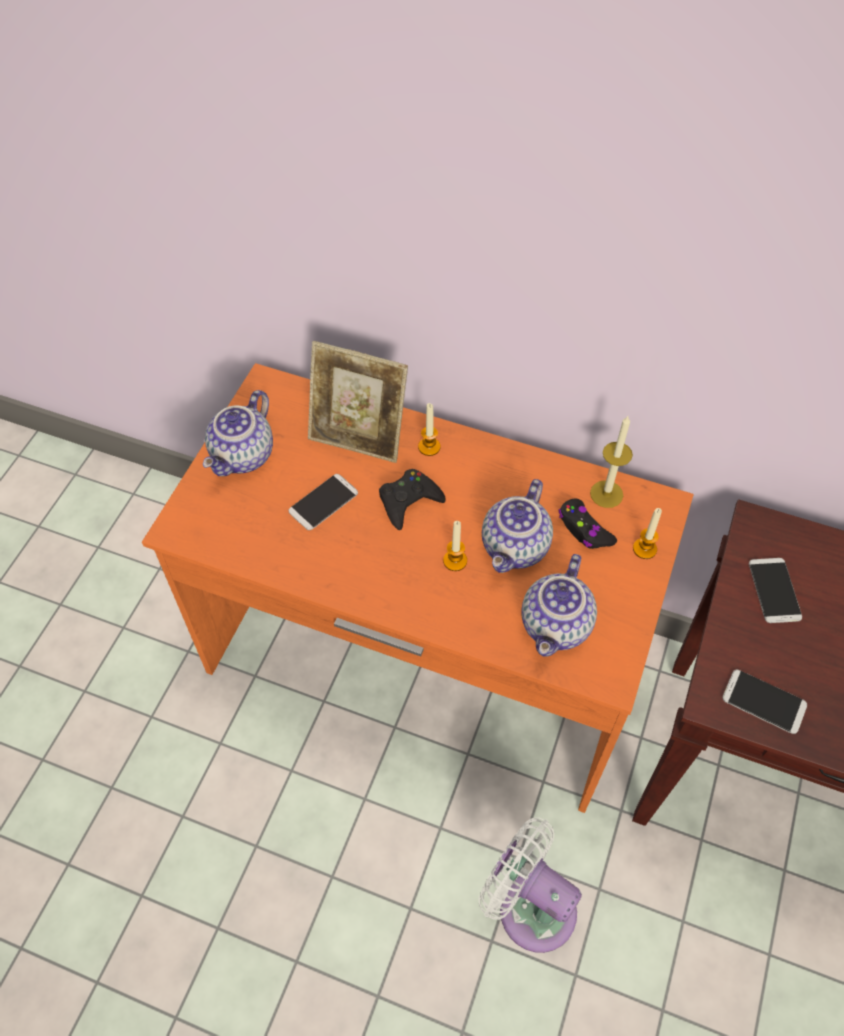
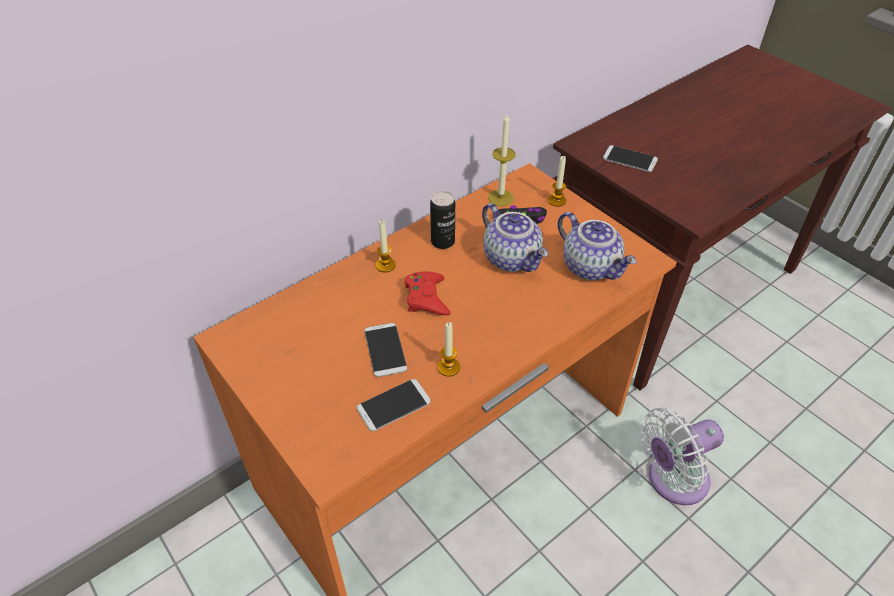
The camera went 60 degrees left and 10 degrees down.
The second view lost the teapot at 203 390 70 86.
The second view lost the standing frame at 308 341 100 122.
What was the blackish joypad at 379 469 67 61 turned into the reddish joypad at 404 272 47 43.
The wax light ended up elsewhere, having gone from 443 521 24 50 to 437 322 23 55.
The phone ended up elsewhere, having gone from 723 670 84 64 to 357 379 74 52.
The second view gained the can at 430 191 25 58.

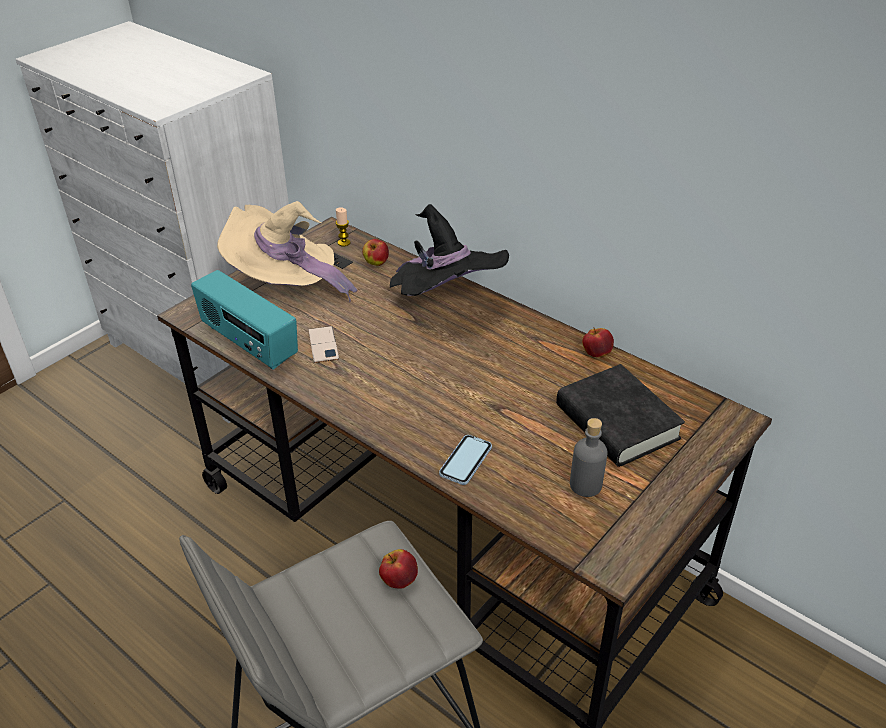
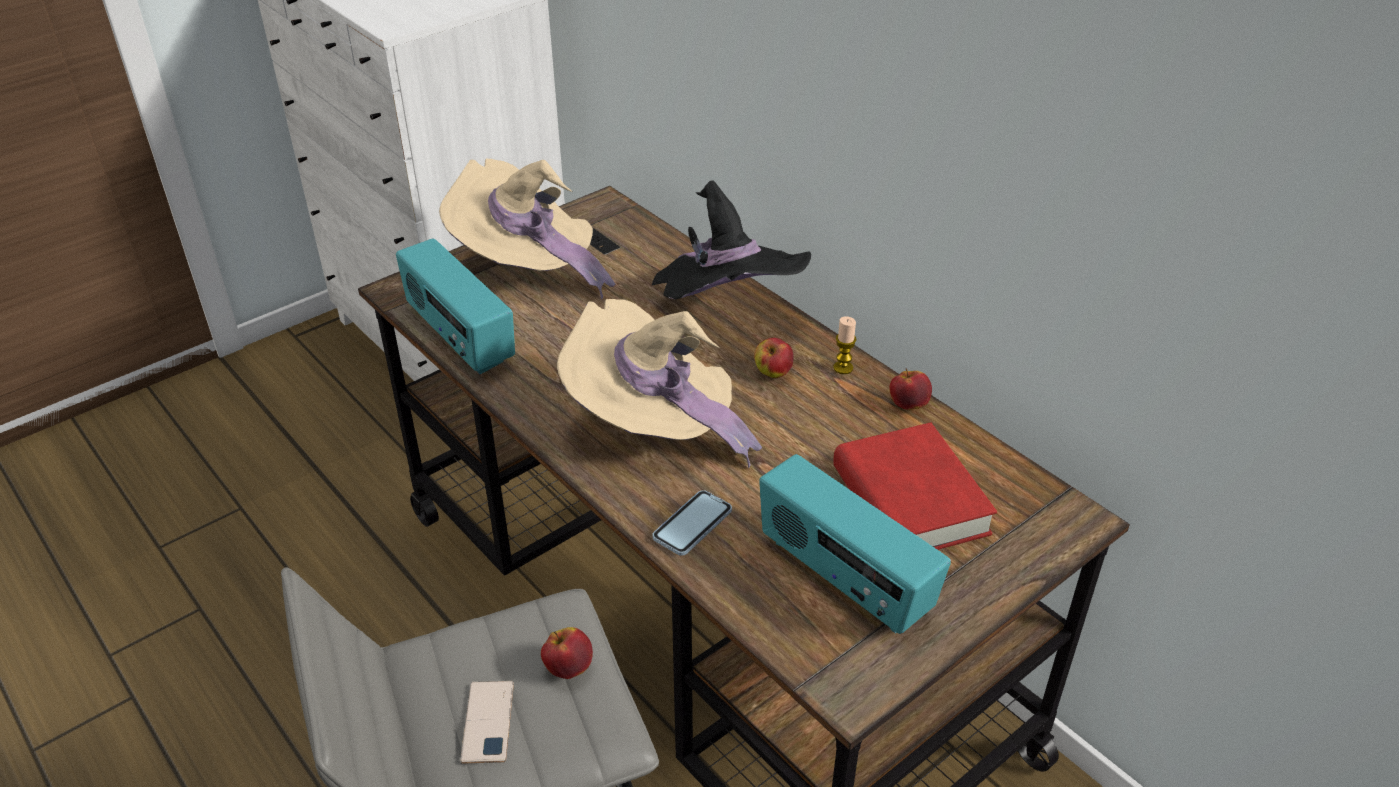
The camera went 10 degrees right and 0 degrees up.
The phone ended up elsewhere, having gone from 308 326 31 37 to 460 681 54 83.
The wax light ended up elsewhere, having gone from 336 207 15 39 to 833 316 23 58.
The apple fruit ended up elsewhere, having gone from 362 239 27 27 to 754 338 40 40.
What was the blackish book at 556 364 129 103 turned into the reddish book at 833 422 164 128.
Where the gray drink bottle stood at 570 418 38 79, the radio came to stand at 759 454 192 180.
The second view gained the beige-coloured hat at 557 299 205 170.

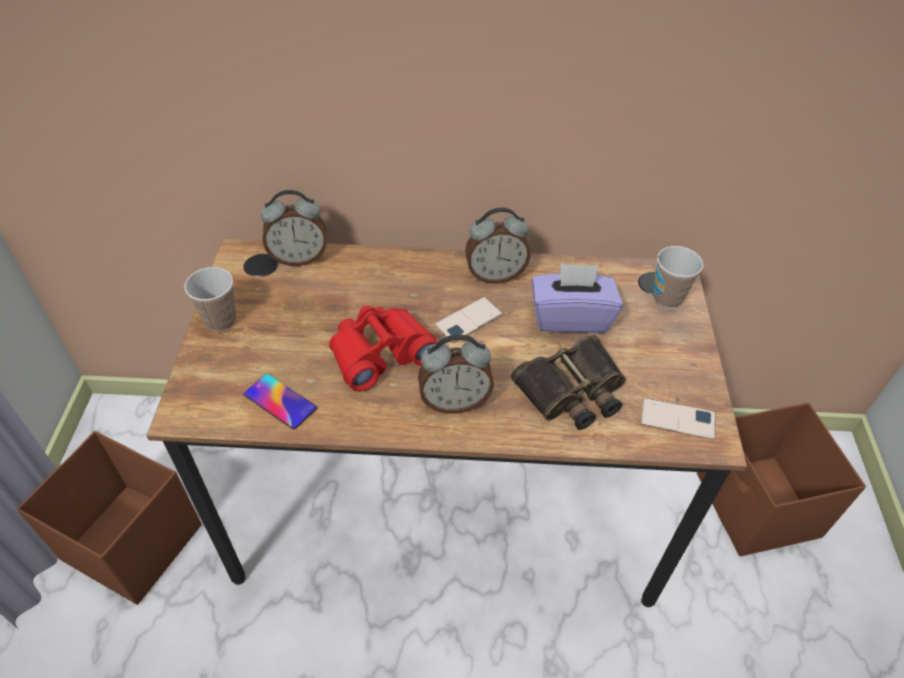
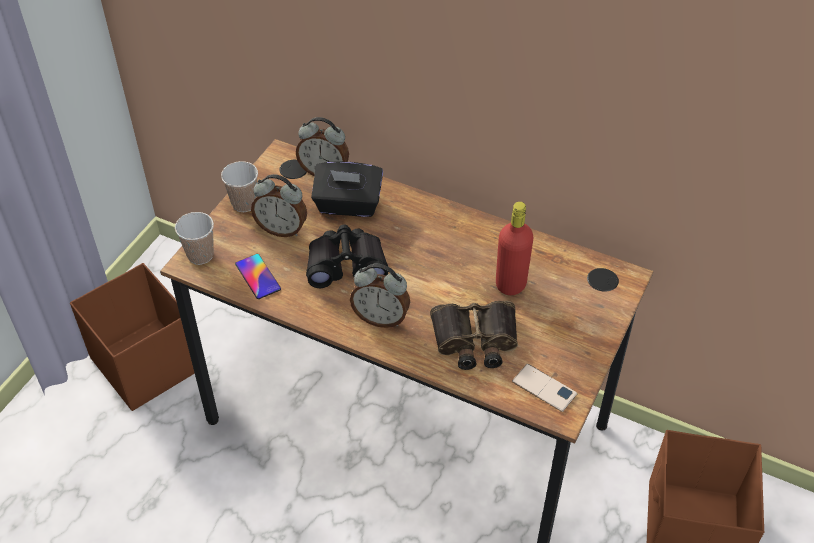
The camera went 25 degrees right and 0 degrees up.
What was the reddish pair of binoculars at 329 305 109 87 turned into the blackish pair of binoculars at 306 224 82 64.
The second view lost the phone at 434 297 69 46.
The table clock ended up elsewhere, having gone from 465 207 66 77 to 251 174 56 63.
Where the purple-coloured tissue box stood at 532 263 91 70, the reddish drink bottle came to stand at 496 202 38 93.
The drinking cup ended up elsewhere, having gone from 653 246 50 62 to 175 212 39 53.
The second view gained the blackish tissue box at 311 162 72 55.

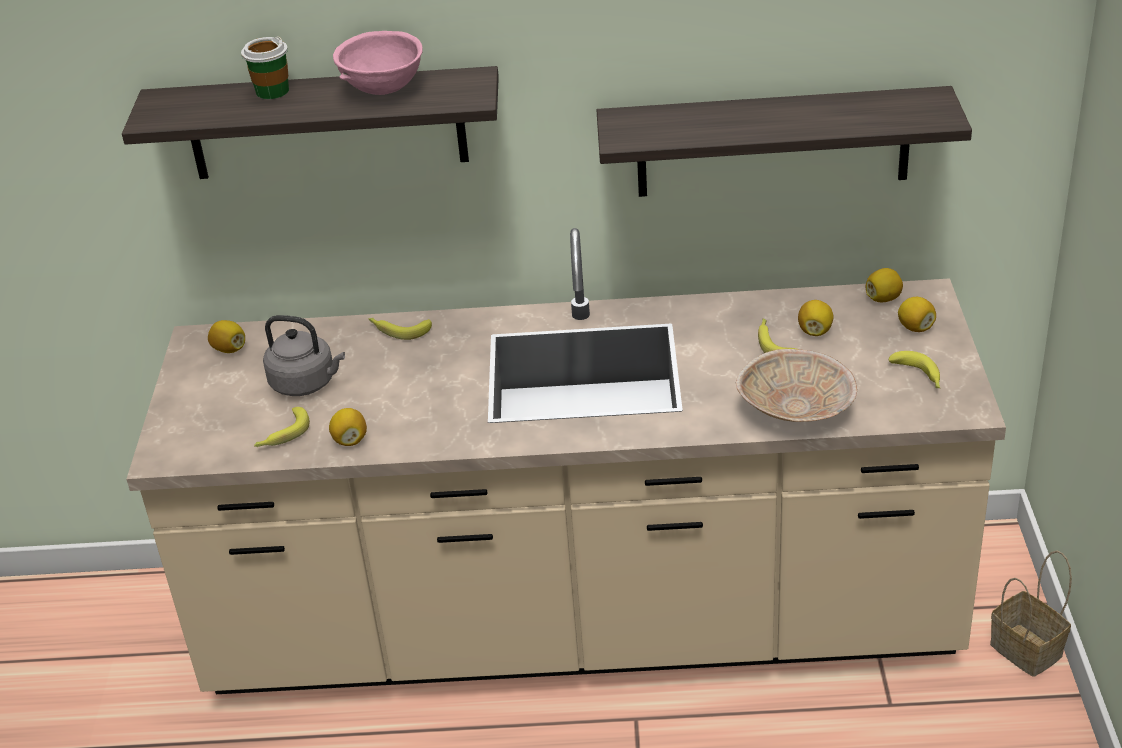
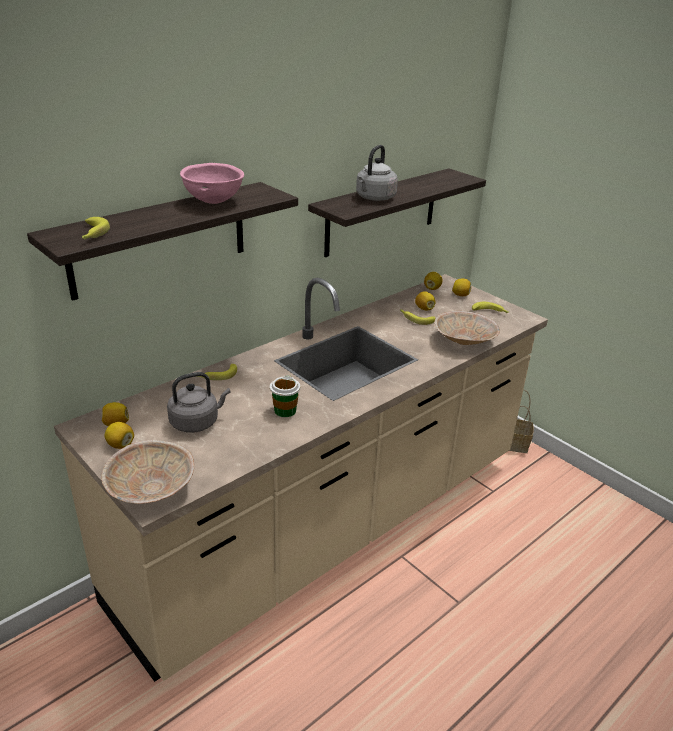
The camera went 45 degrees left and 5 degrees down.
The drinking cup ended up elsewhere, having gone from 241 36 48 63 to 270 375 30 42.
The whole banana ended up elsewhere, having gone from 254 407 56 40 to 82 217 28 22.
The whole lemon ended up elsewhere, having gone from 329 408 38 38 to 104 422 30 27.
The second view gained the beige-coloured bowl at 101 440 93 64.
The second view gained the gray tea kettle at 356 145 42 56.

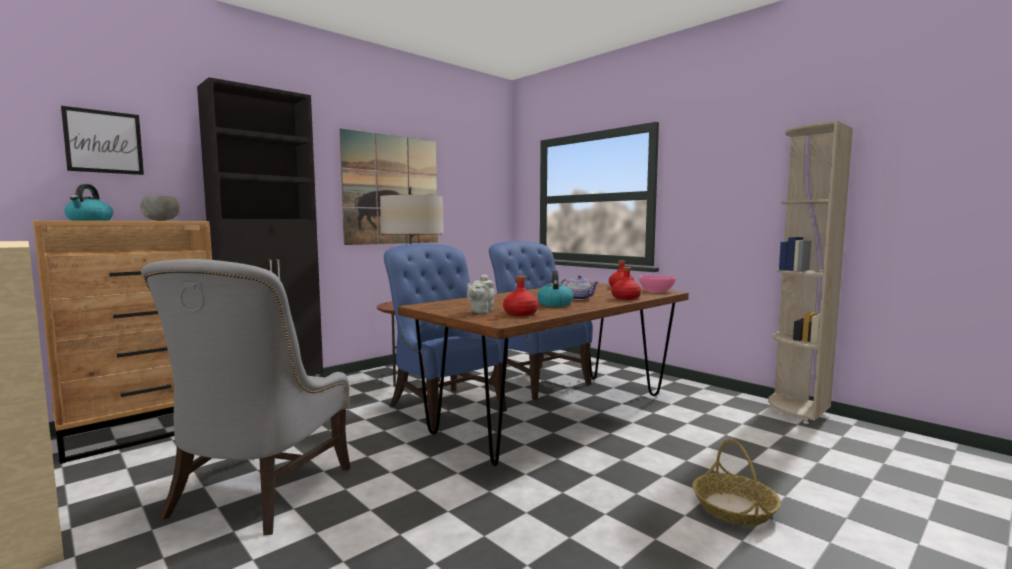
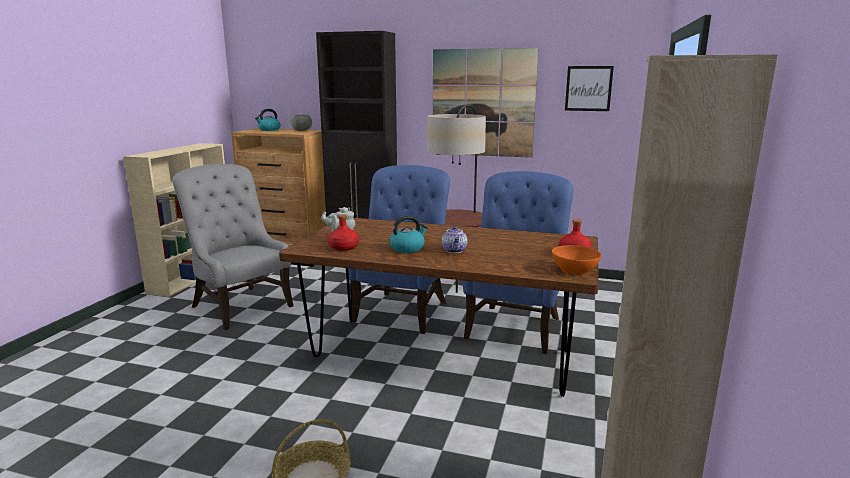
The camera went 60 degrees right and 10 degrees up.
The picture ended up elsewhere, having gone from 61 106 83 69 to 565 66 49 45.
The gray upright chair at 141 259 210 277 ended up facing another way, 60 degrees clockwise from before.
The second view lost the reddish drink bottle at 611 267 30 33.
What was the pinkish bowl at 639 275 37 17 turned into the orange bowl at 552 245 49 30.

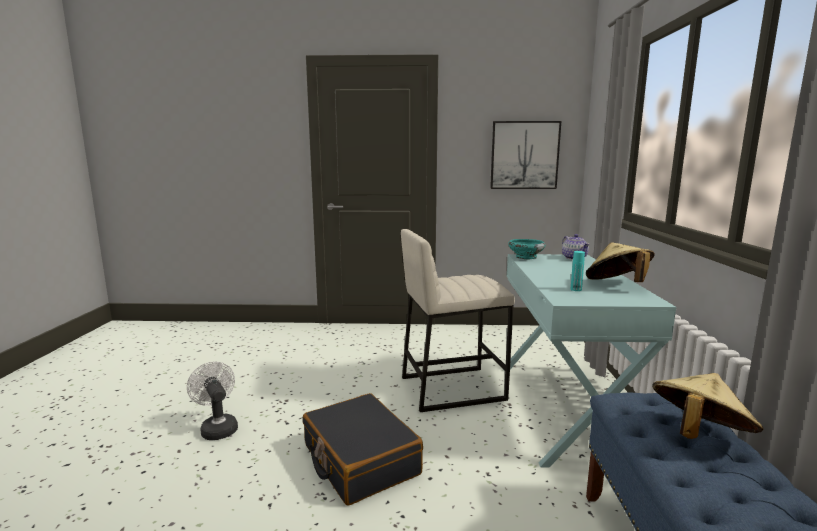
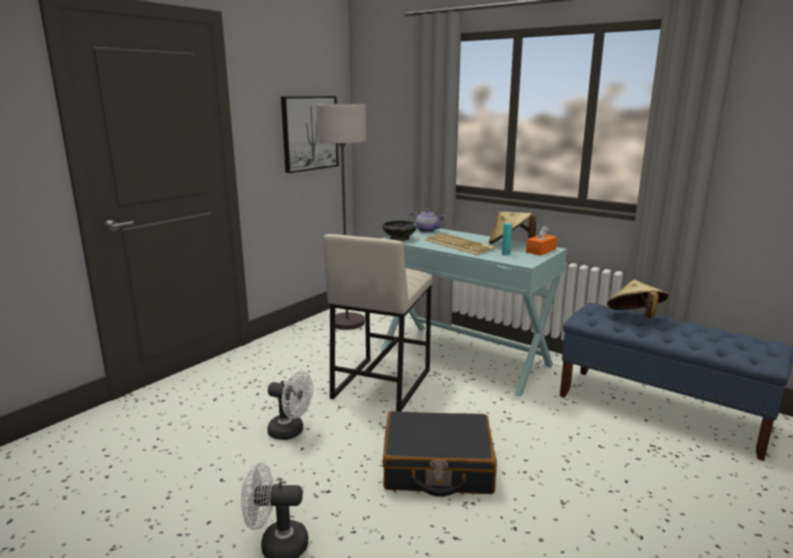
The camera went 55 degrees left and 5 degrees up.
What was the turquoise-coloured bowl at 508 239 37 20 turned into the blackish bowl at 382 220 35 21.
The second view gained the whitish cooling fan at 267 371 46 69.
The second view gained the gray floor lamp at 316 104 50 226.
The second view gained the computer keyboard at 425 233 71 22.
The second view gained the orange tissue box at 526 225 31 31.

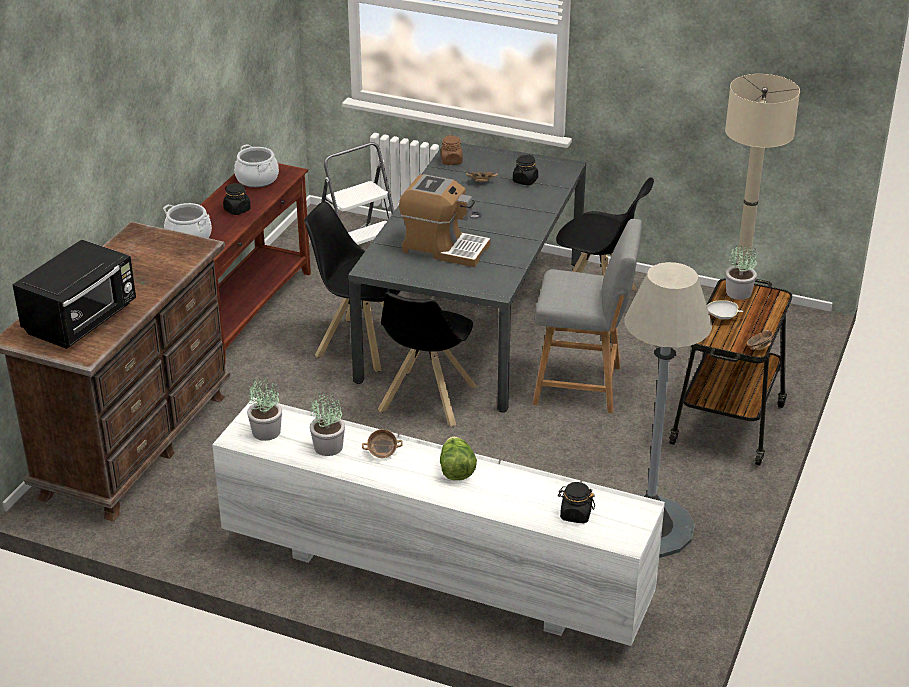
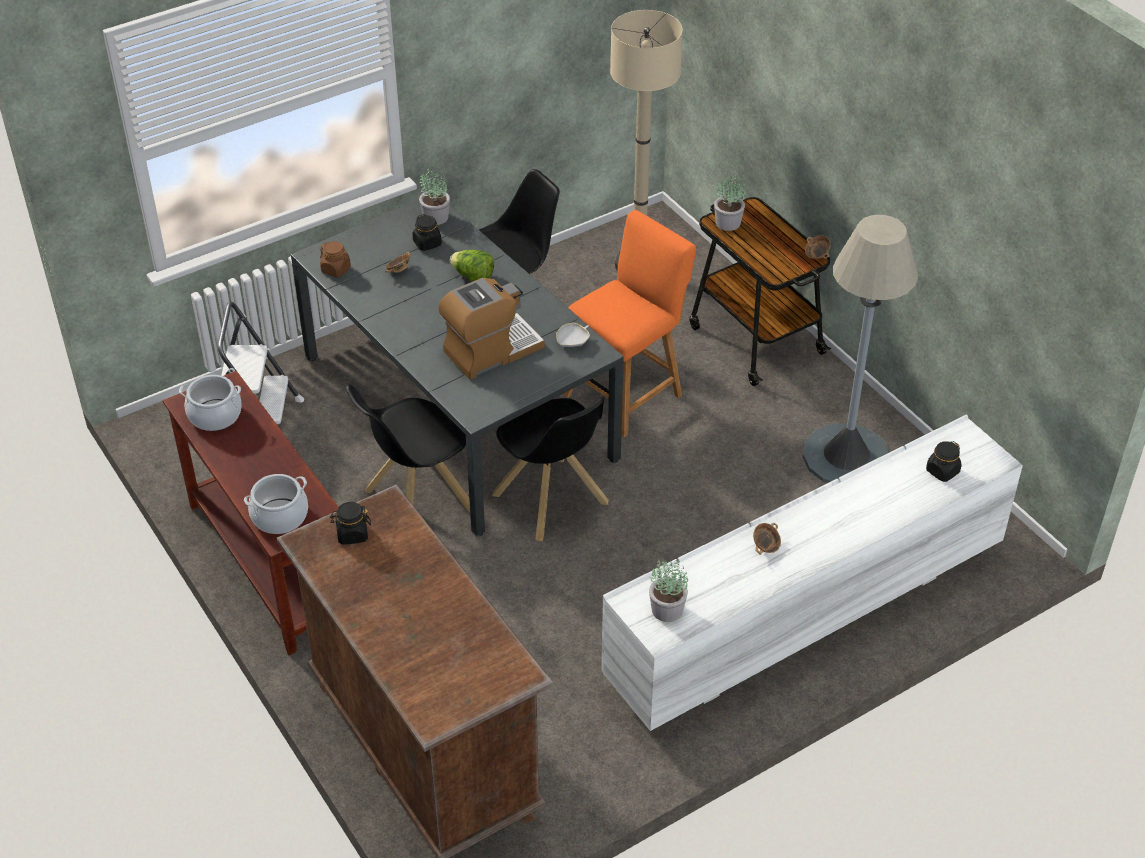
The camera went 55 degrees left and 10 degrees up.
The second view lost the blackish microwave at 13 239 123 110.
The blackish preserve jar ended up elsewhere, having gone from 223 183 28 32 to 330 502 41 43.
The plant in a pot ended up elsewhere, having gone from 310 389 35 67 to 419 167 31 58.
The lettuce head ended up elsewhere, having gone from 440 437 37 44 to 450 250 44 31.
What was the gray upright chair at 532 219 110 194 turned into the orange upright chair at 564 210 132 227.
The whitish bowl ended up elsewhere, having gone from 707 300 36 19 to 556 323 34 24.

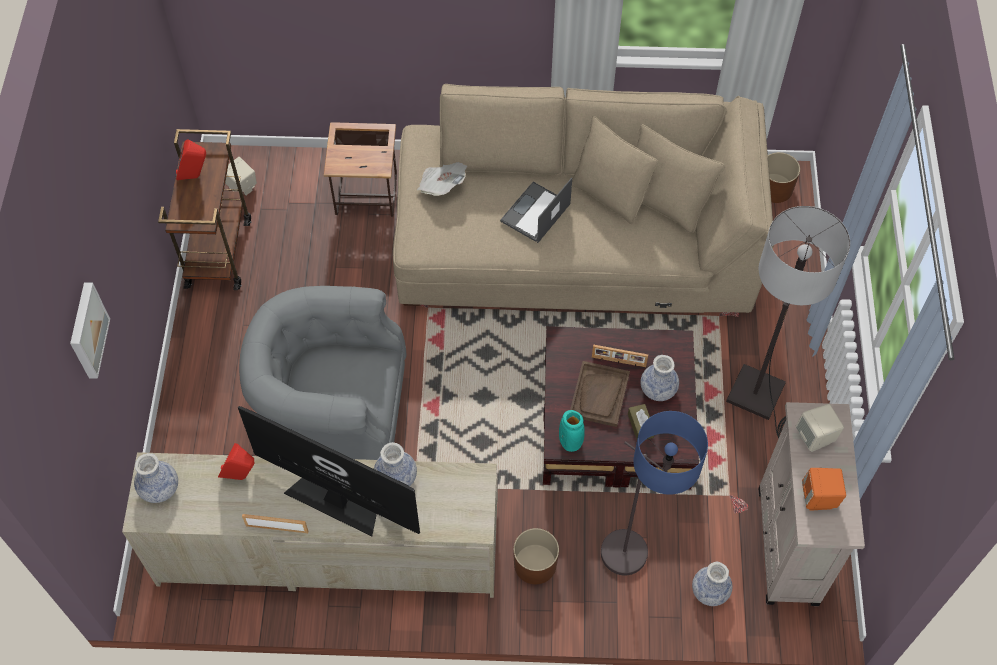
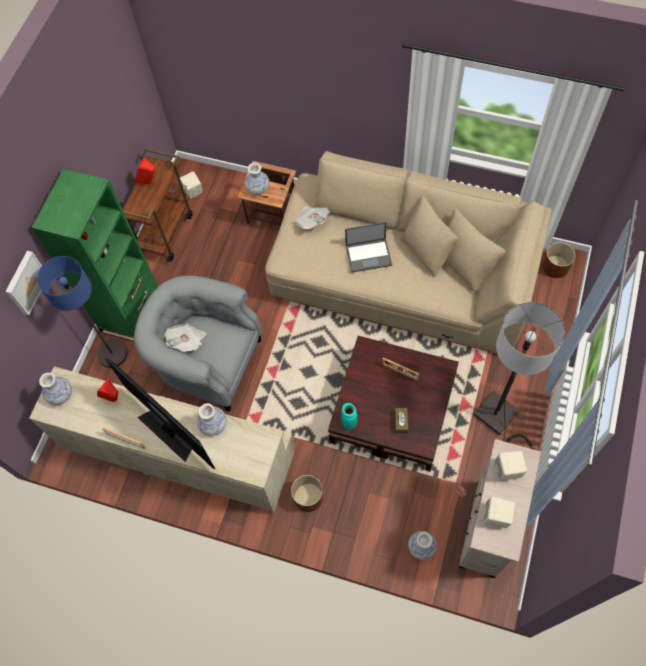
The camera went 20 degrees right and 5 degrees up.
The portable computer at 500 177 72 66 ended up facing another way, 150 degrees counterclockwise from before.
The second view lost the brown-coloured serving tray at 570 361 60 66.
The blue floor lamp ended up elsewhere, having gone from 601 411 107 164 to 37 256 91 112.
The flower vase ended up elsewhere, having gone from 640 355 39 46 to 245 163 24 32.
What was the orange audio speaker at 802 468 44 43 turned into the beige-coloured audio speaker at 483 496 32 32.
The second view gained the green-coloured shelving unit at 31 169 128 172.
The second view gained the daily paper at 164 324 42 28.

